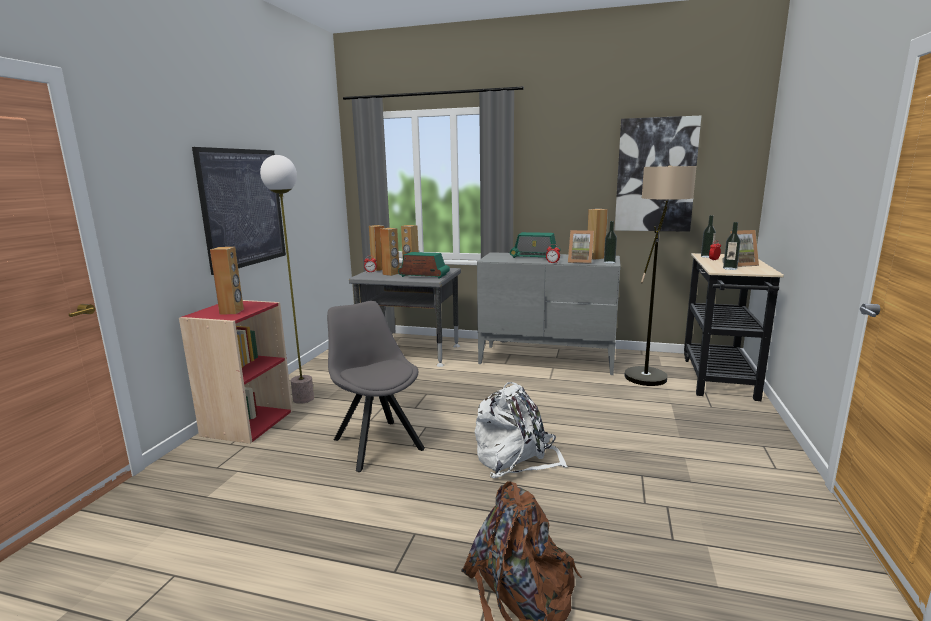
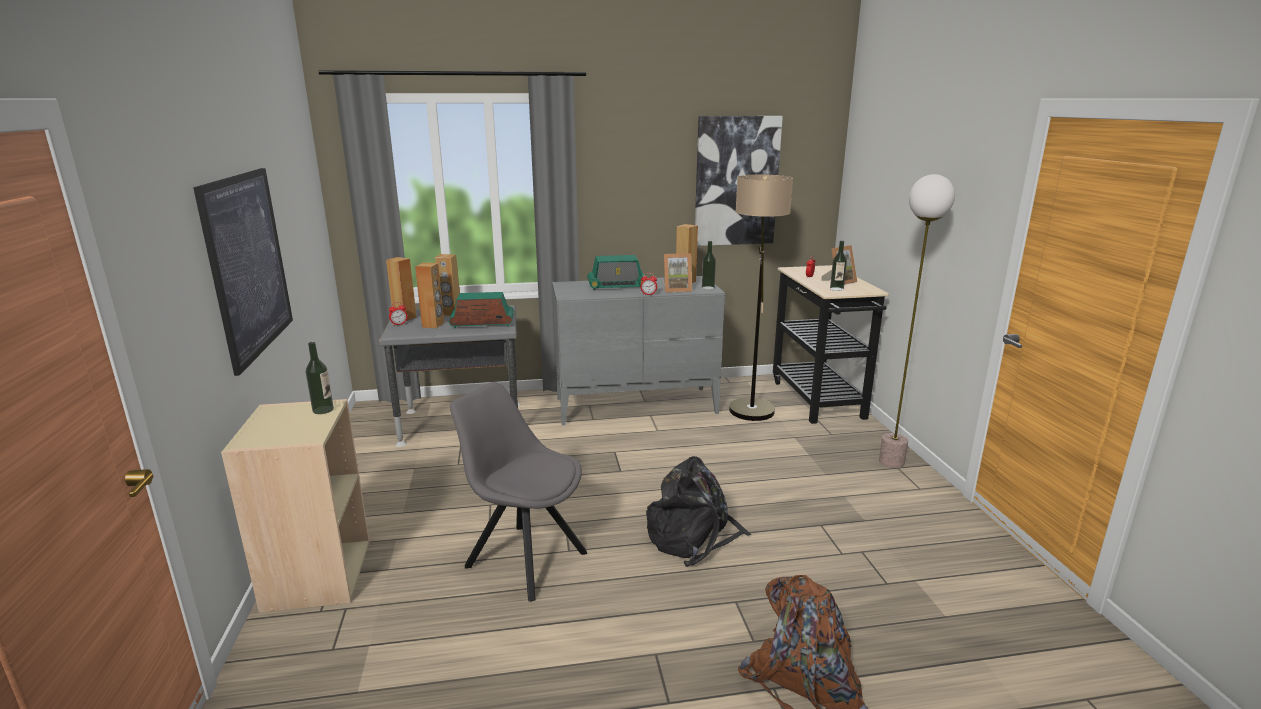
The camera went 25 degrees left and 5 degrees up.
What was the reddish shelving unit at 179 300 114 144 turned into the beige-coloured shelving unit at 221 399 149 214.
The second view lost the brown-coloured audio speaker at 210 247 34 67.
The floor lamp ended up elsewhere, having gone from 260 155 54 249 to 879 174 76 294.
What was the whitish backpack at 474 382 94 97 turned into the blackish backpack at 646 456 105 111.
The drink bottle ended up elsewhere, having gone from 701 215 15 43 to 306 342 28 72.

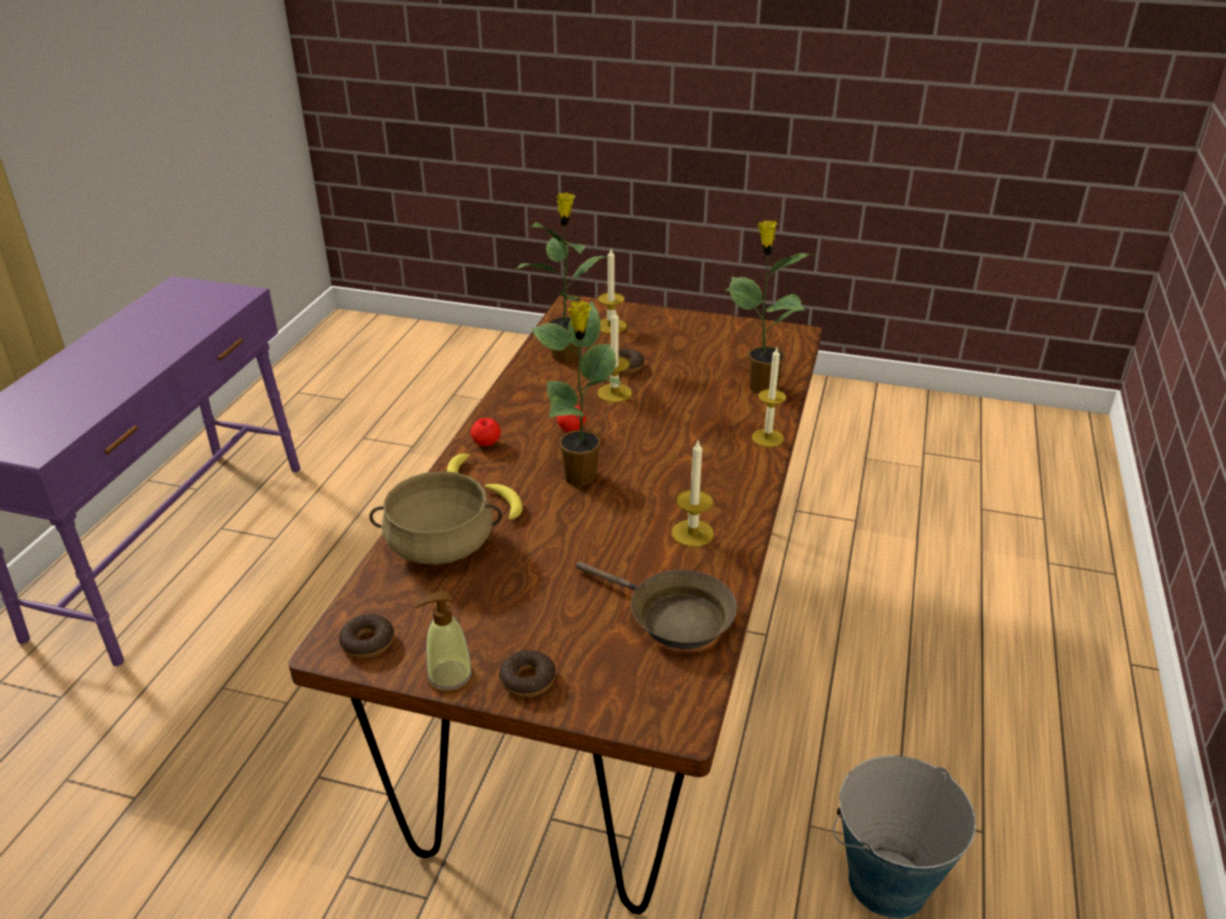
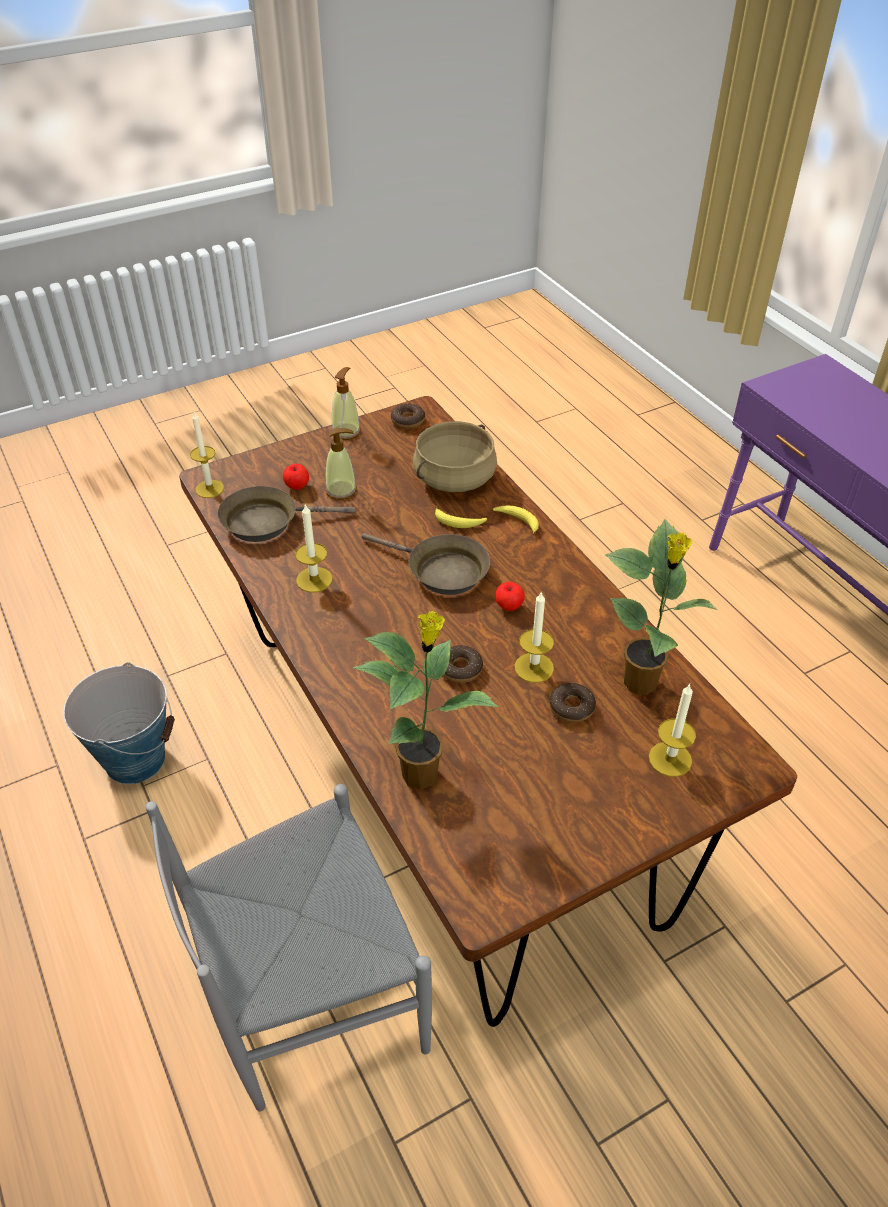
The camera went 135 degrees right and 10 degrees up.
The apple fruit ended up elsewhere, having gone from 470 418 31 28 to 283 464 26 26.
The donut ended up elsewhere, having gone from 499 650 57 48 to 443 645 40 38.
Where the plant in a pot stood at 532 300 90 186, the brown-coloured pan came to stand at 362 533 128 62.
The wax light ended up elsewhere, having gone from 752 348 34 99 to 190 412 34 86.
The second view gained the gray upright chair at 145 784 287 328.
The second view gained the soap bottle at 325 428 32 72.

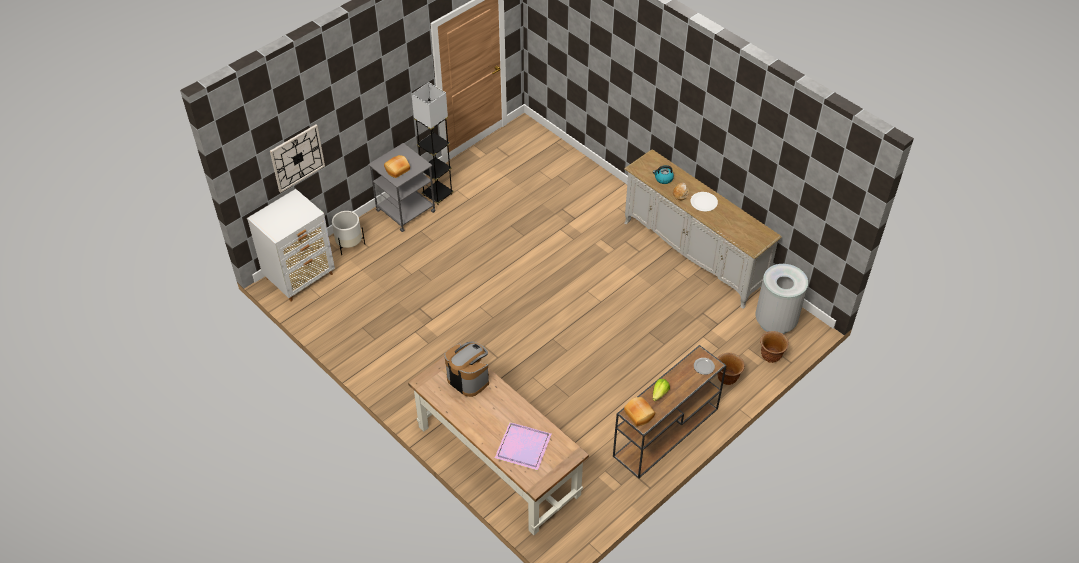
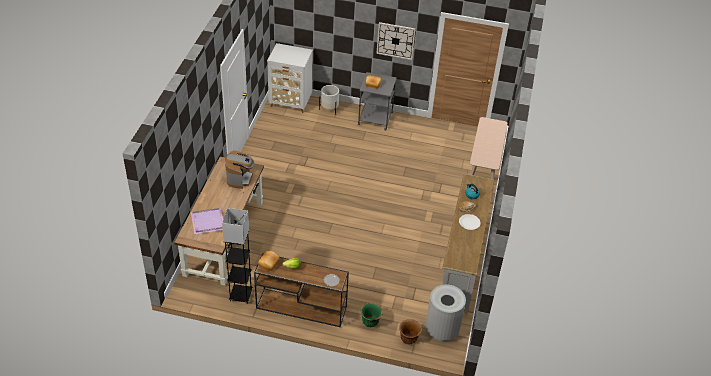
The camera went 55 degrees right and 5 degrees down.
The hanging clock ended up elsewhere, having gone from 270 125 55 68 to 376 22 39 38.
The gray floor lamp ended up elsewhere, having gone from 411 82 43 123 to 222 208 31 96.
What was the brown-coloured planter at 717 353 28 32 turned into the green-coloured planter at 361 302 22 25.
The second view gained the beige-coloured hall table at 470 117 37 84.

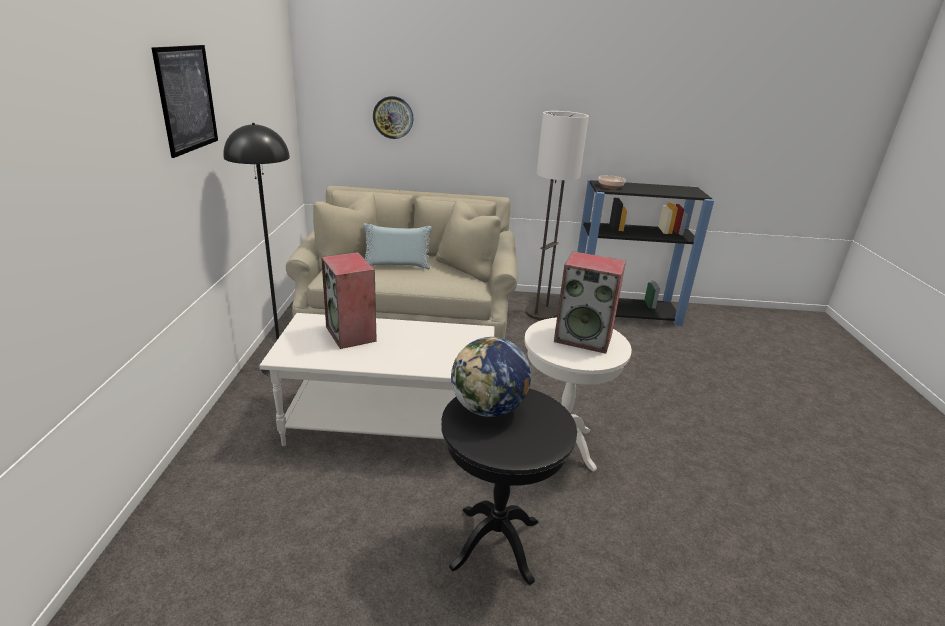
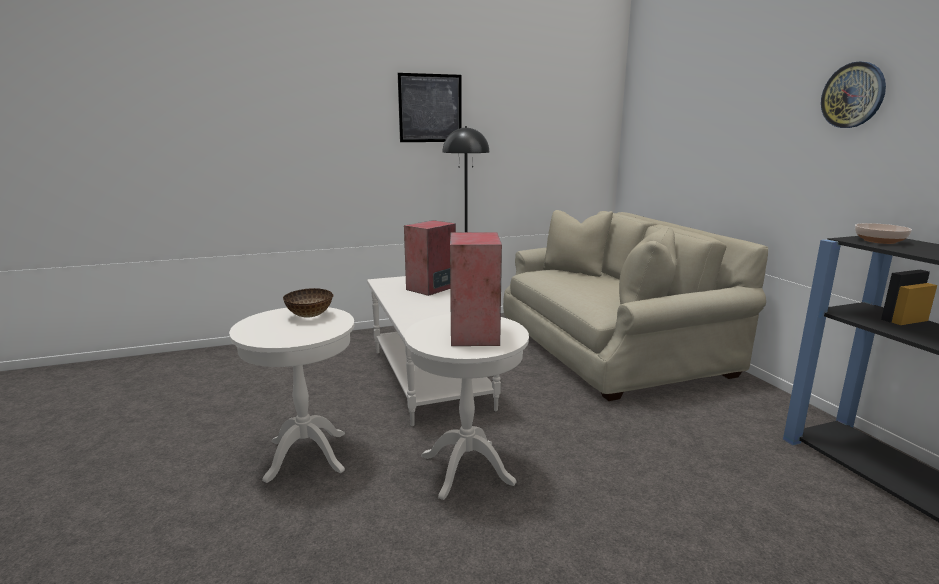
The camera went 70 degrees right and 10 degrees down.
The second view lost the blue pillow at 363 223 69 47.
The hanging clock ended up elsewhere, having gone from 373 96 40 43 to 821 62 65 66.
What was the blackish side table at 441 388 136 197 turned into the whitish side table at 229 307 125 176.
Where the globe stood at 451 337 80 80, the bowl came to stand at 283 288 50 30.
The second view lost the floor lamp at 525 111 64 209.

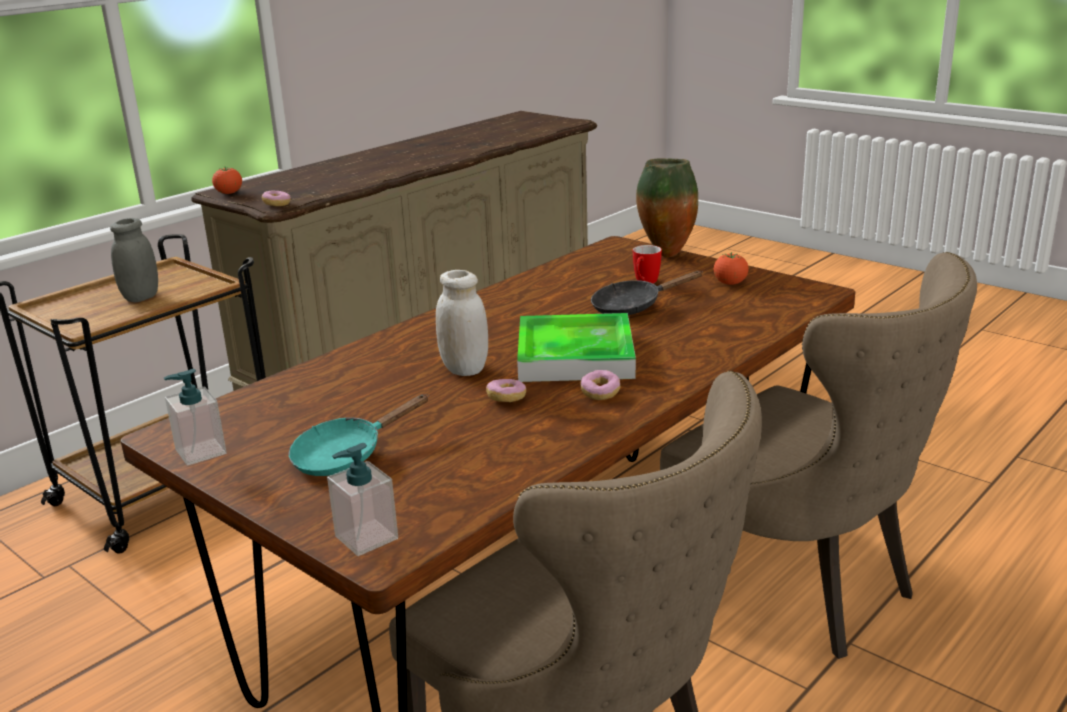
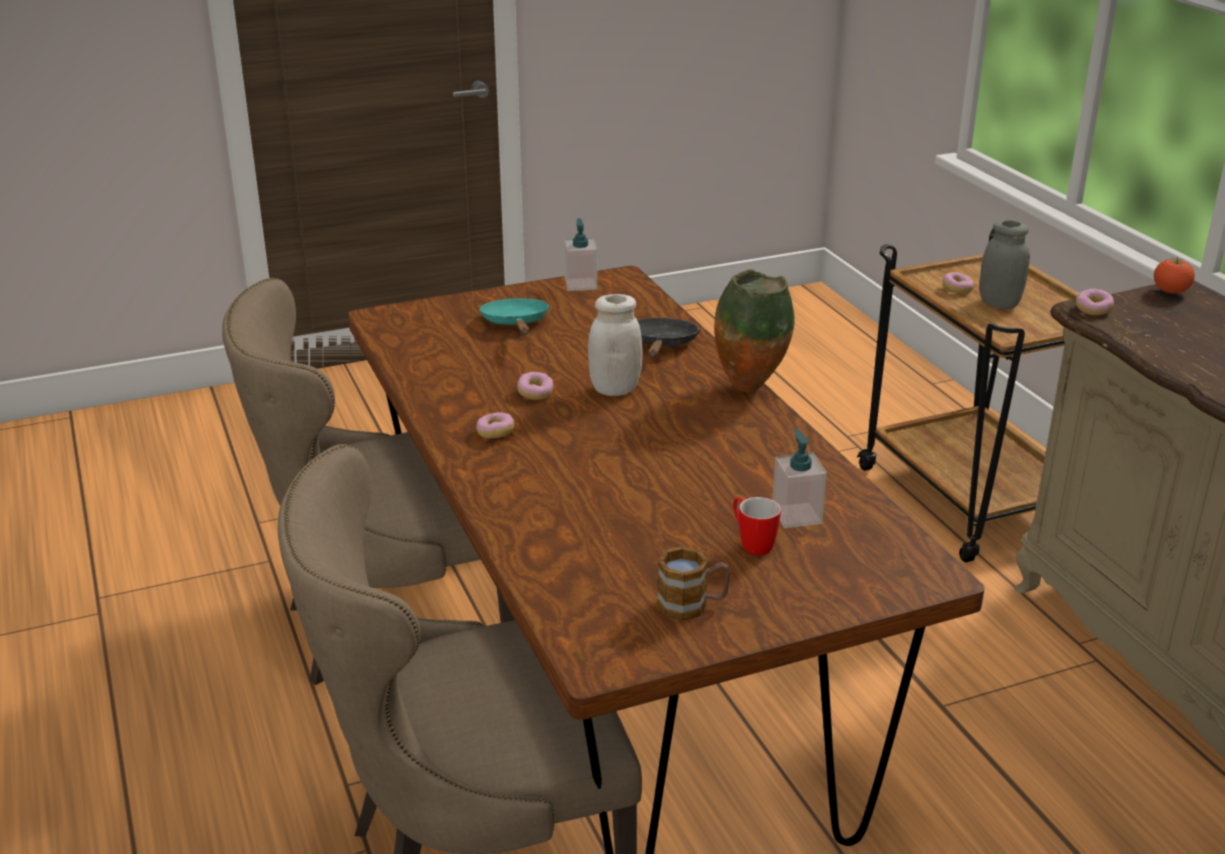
The camera went 115 degrees right and 5 degrees up.
The soap bottle ended up elsewhere, having gone from 327 443 71 113 to 772 429 55 99.
The second view lost the serving tray at 517 313 119 69.
The blackish pan ended up elsewhere, having gone from 591 271 112 44 to 637 318 63 39.
The flower vase ended up elsewhere, having gone from 636 158 62 99 to 714 269 81 123.
Where the whole tomato stood at 714 252 35 33, the mug came to stand at 657 546 73 75.
The second view gained the donut at 942 272 32 22.

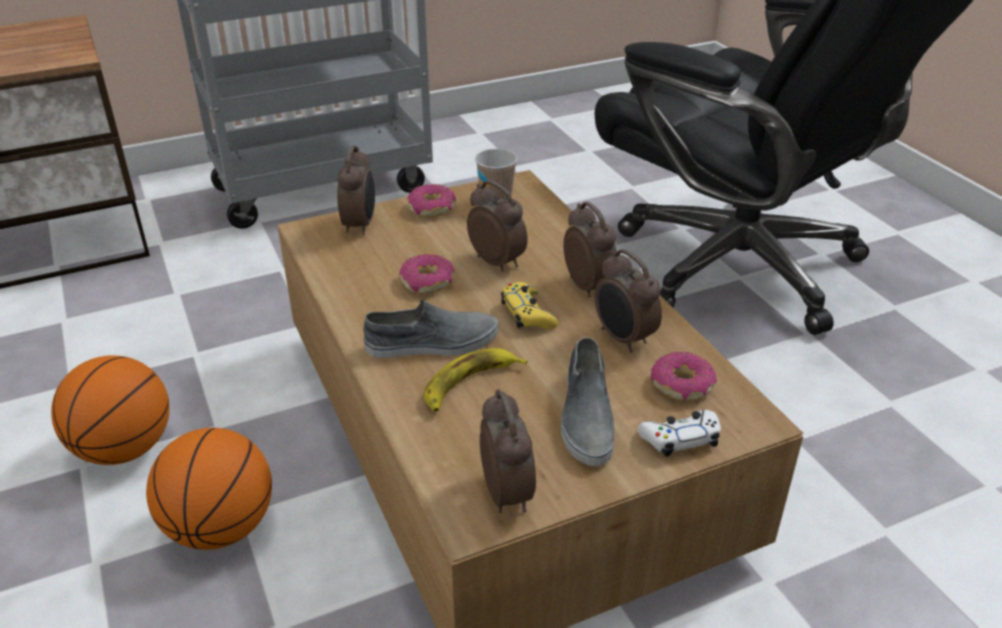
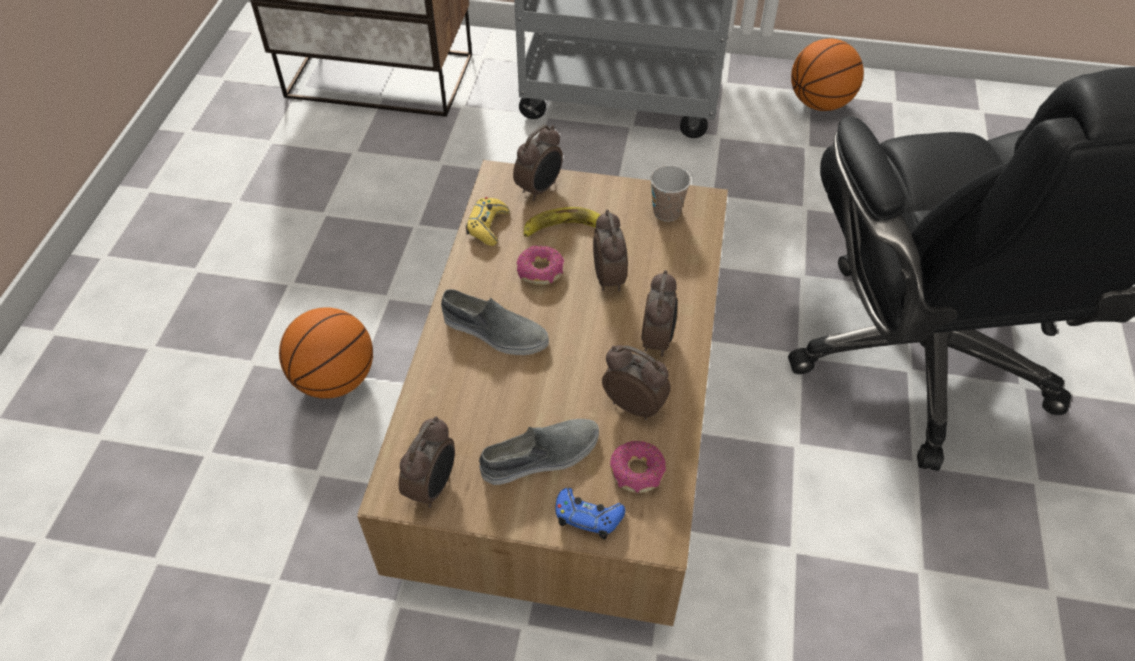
The camera went 35 degrees right and 15 degrees up.
The basketball ball ended up elsewhere, having gone from 51 355 118 110 to 791 39 73 72.
The second view lost the donut at 407 184 49 33.
The whole banana ended up elsewhere, having gone from 424 348 104 64 to 524 207 76 30.
The yellow joypad ended up elsewhere, having gone from 501 282 57 47 to 466 197 44 49.
The gray shoe at 561 337 53 129 ended up facing another way, 150 degrees counterclockwise from before.
The table clock at 594 249 68 104 ended up facing another way, 120 degrees clockwise from before.
What was the whitish joypad at 638 410 83 47 turned into the blue joypad at 555 488 70 51.

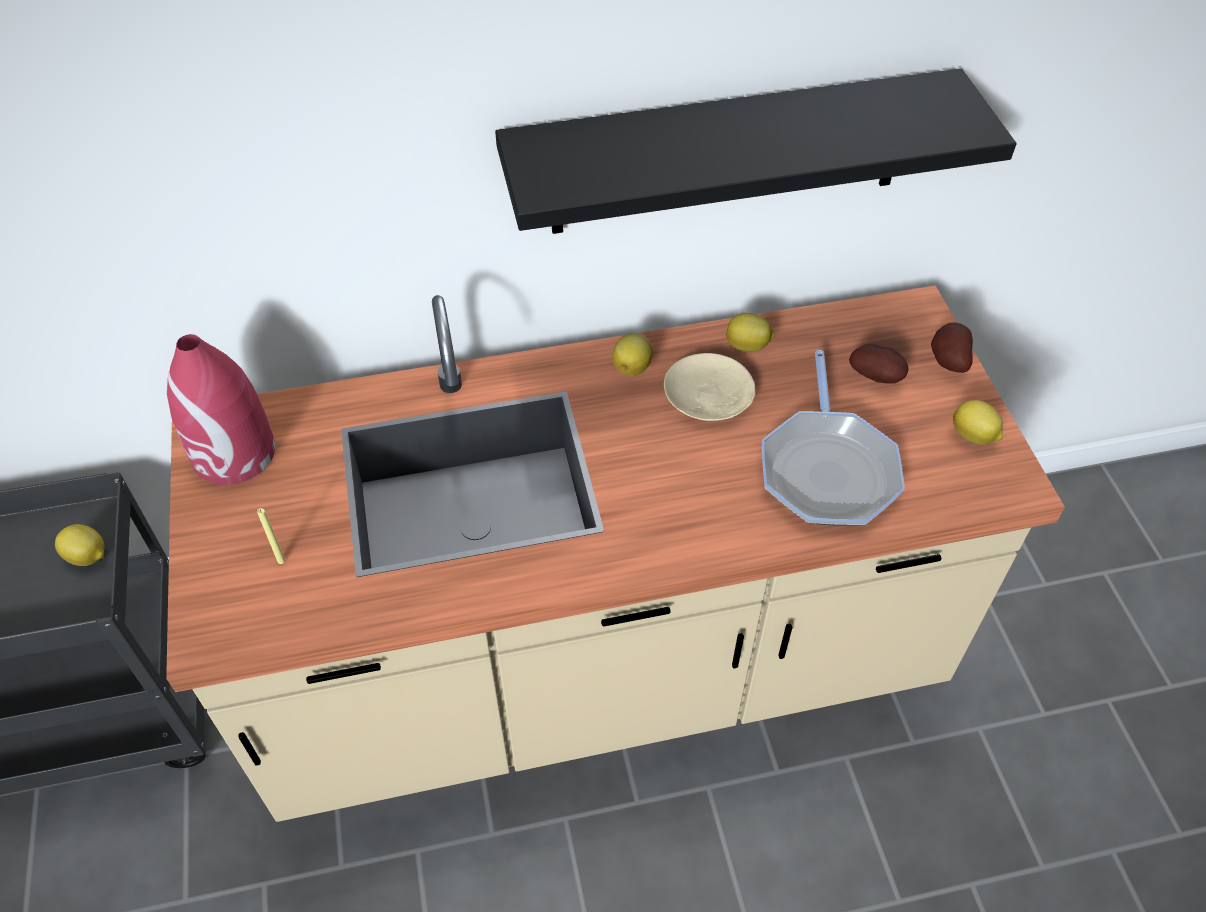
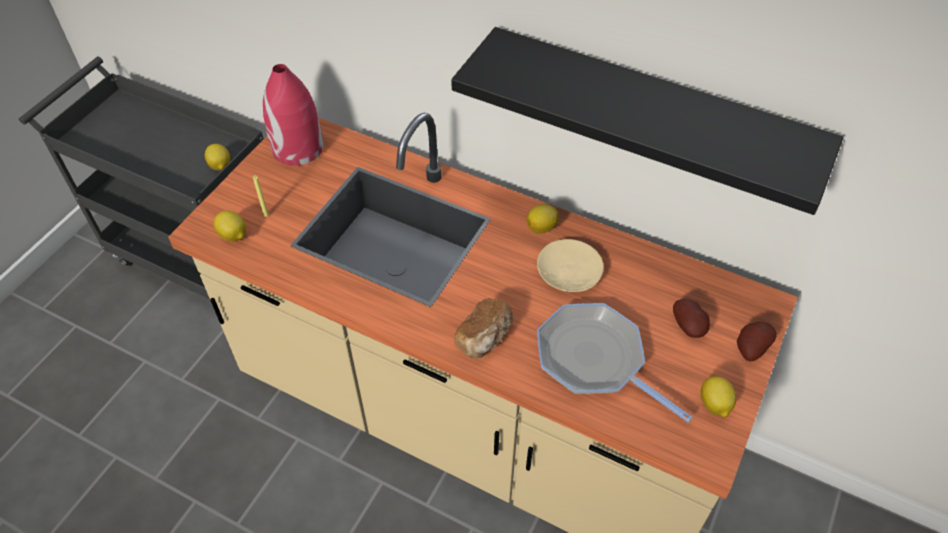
The camera went 40 degrees right and 0 degrees up.
The whole lemon ended up elsewhere, having gone from 726 313 49 39 to 213 211 33 31.
The pan at 762 350 143 176 ended up facing another way, 90 degrees clockwise from before.
The second view gained the bread at 454 298 59 60.

